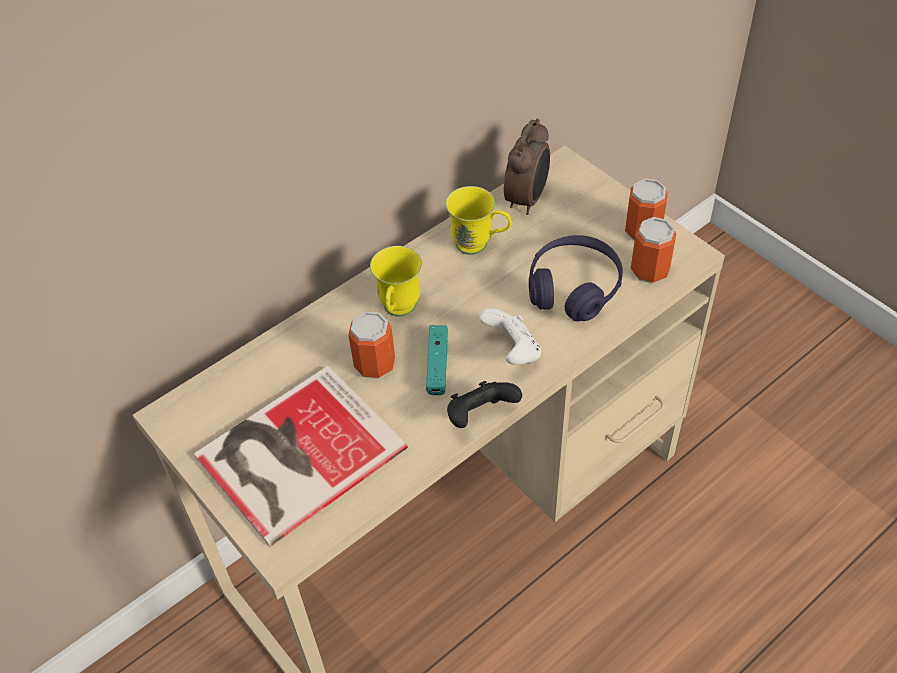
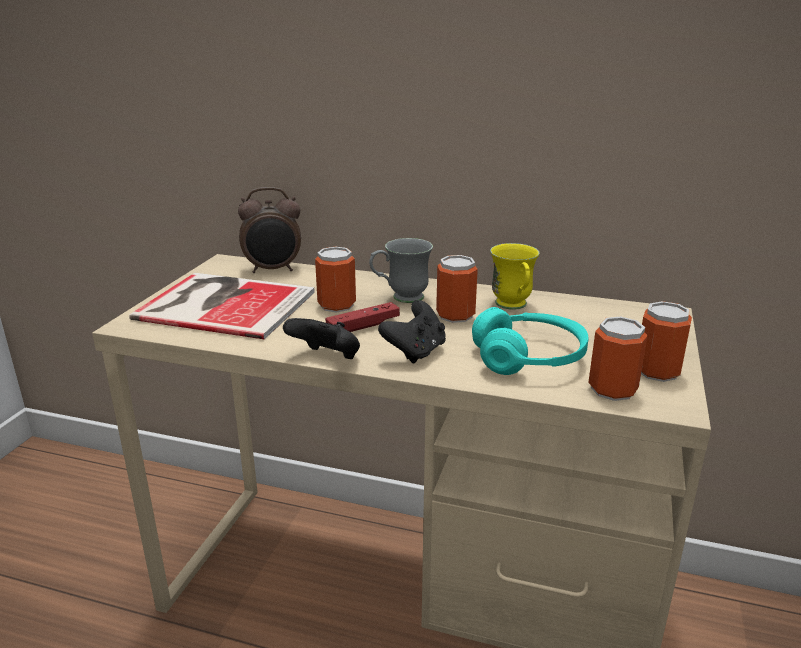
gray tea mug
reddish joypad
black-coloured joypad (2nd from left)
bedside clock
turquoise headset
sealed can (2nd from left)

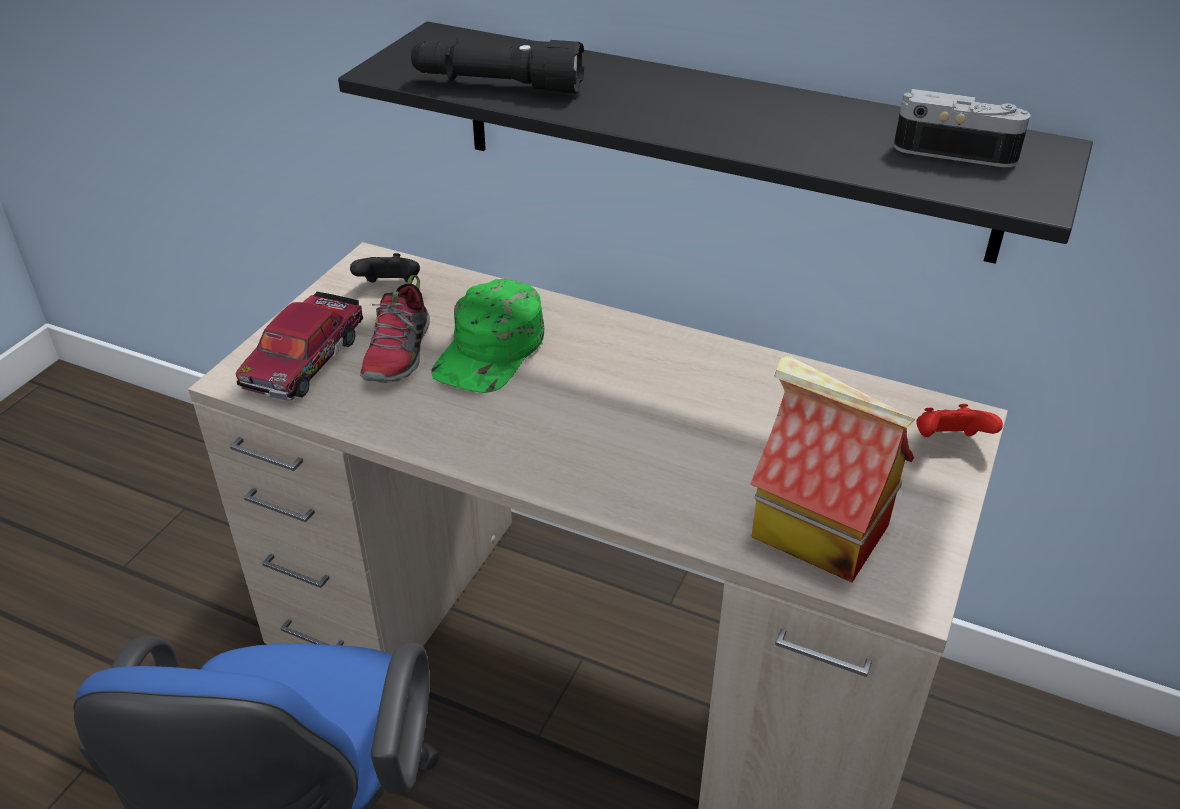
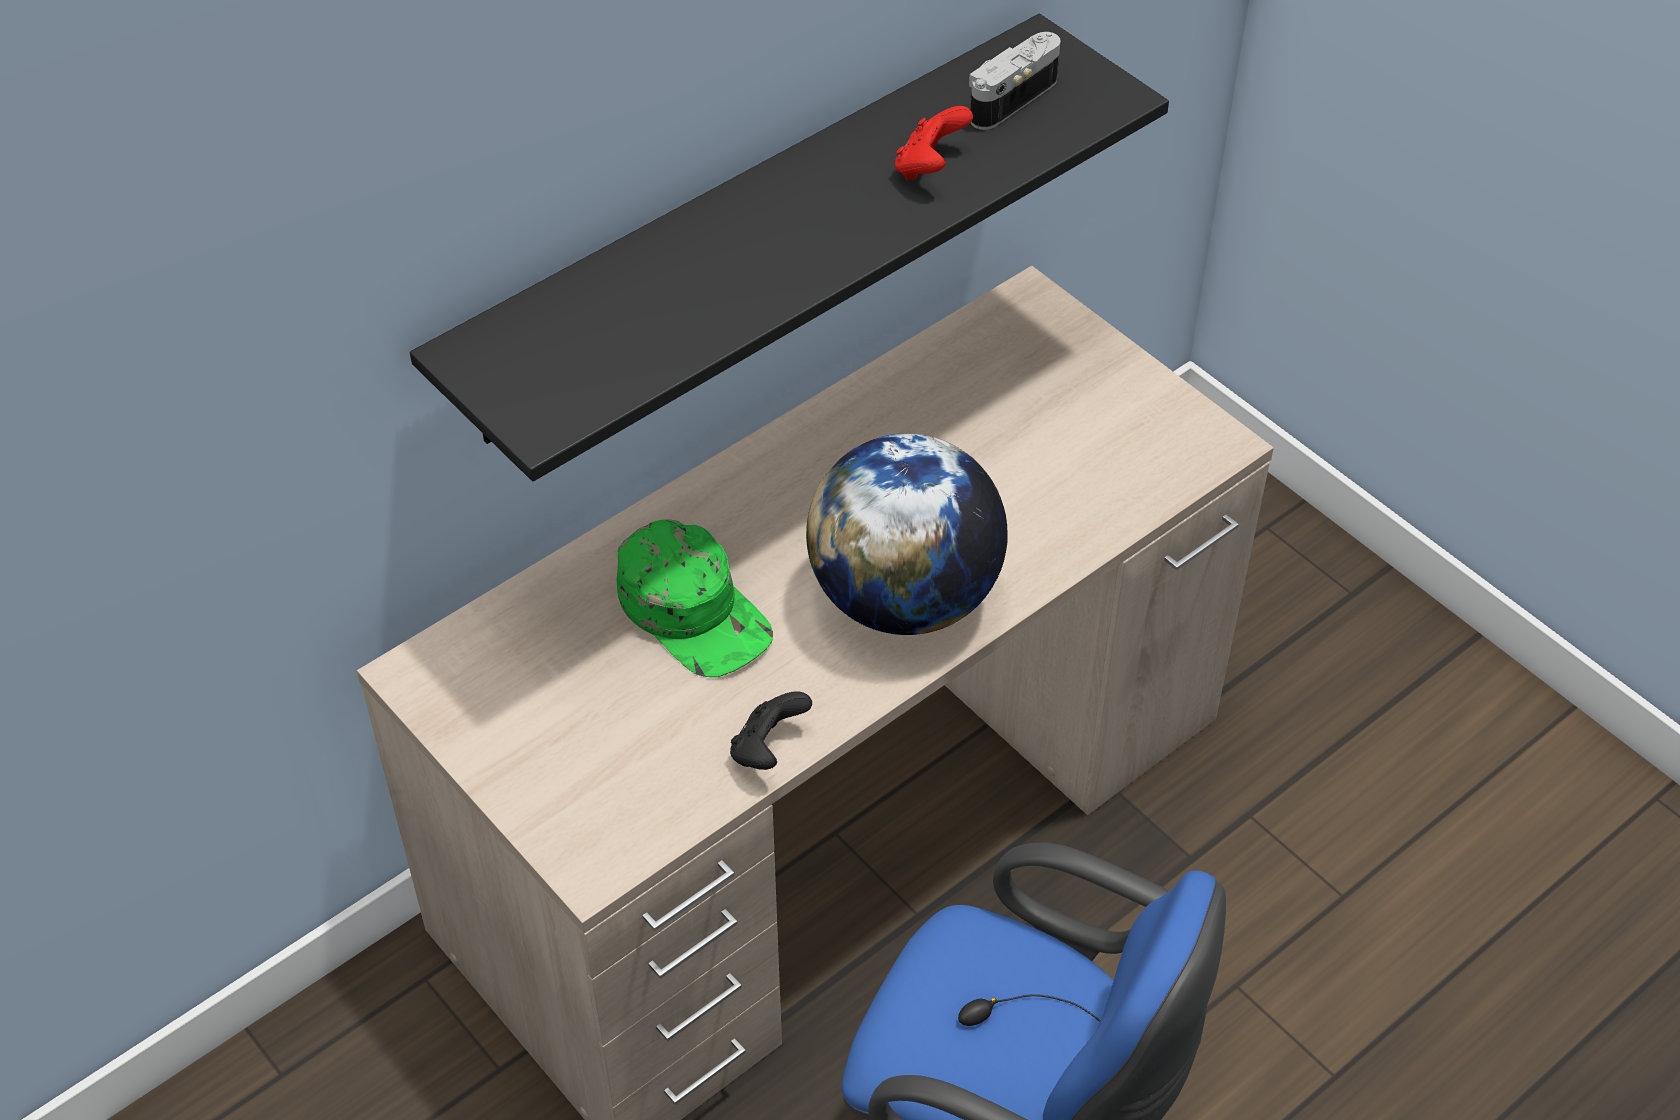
miniature car
black-coloured joypad
item of footwear
black-coloured flashlight
miniature house
reddish joypad
globe

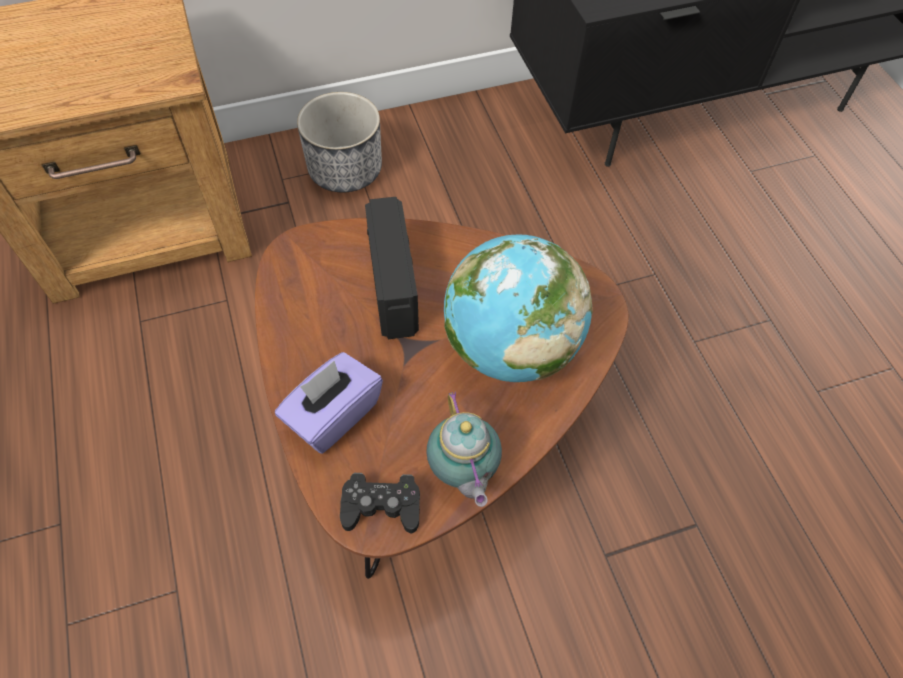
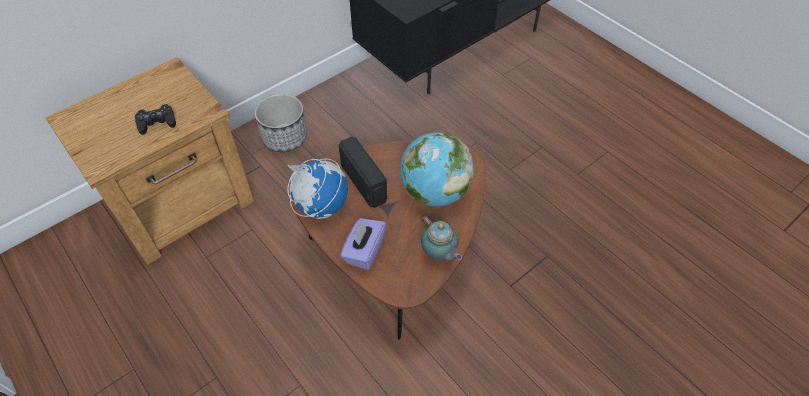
black-coloured joypad
globe (1st from left)

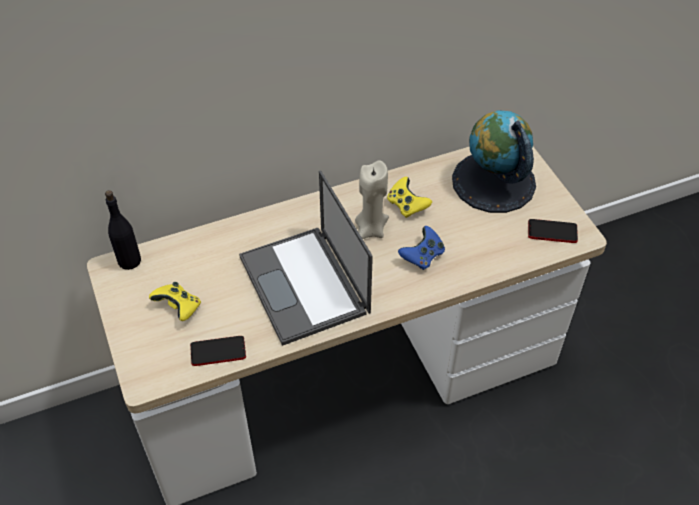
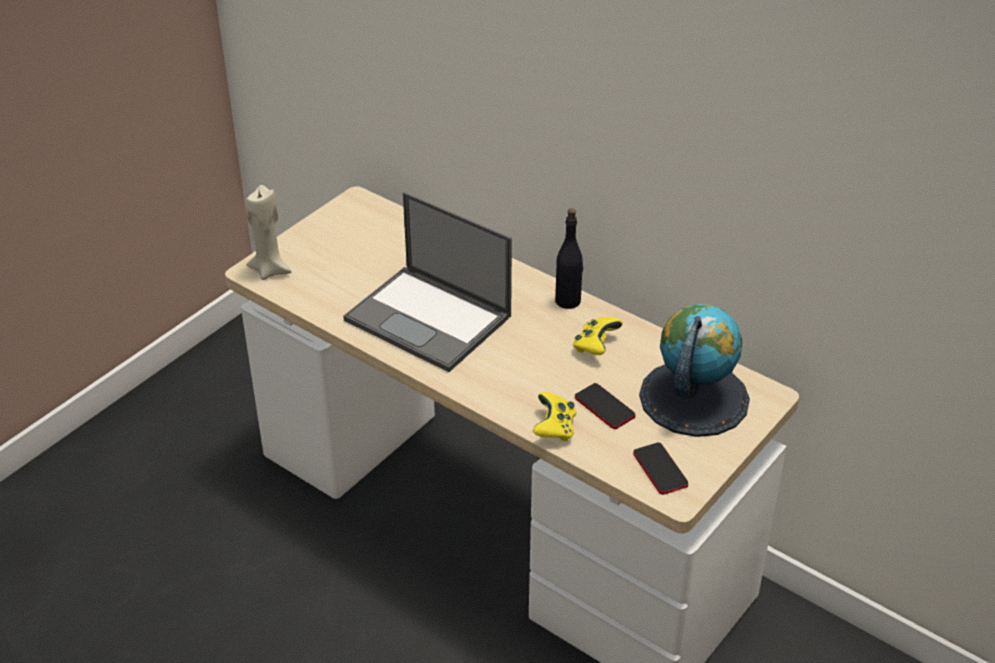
black-coloured bottle
yellow-coloured joypad (1st from left)
phone (1st from left)
portable computer
beige-coloured candle
bluish joypad

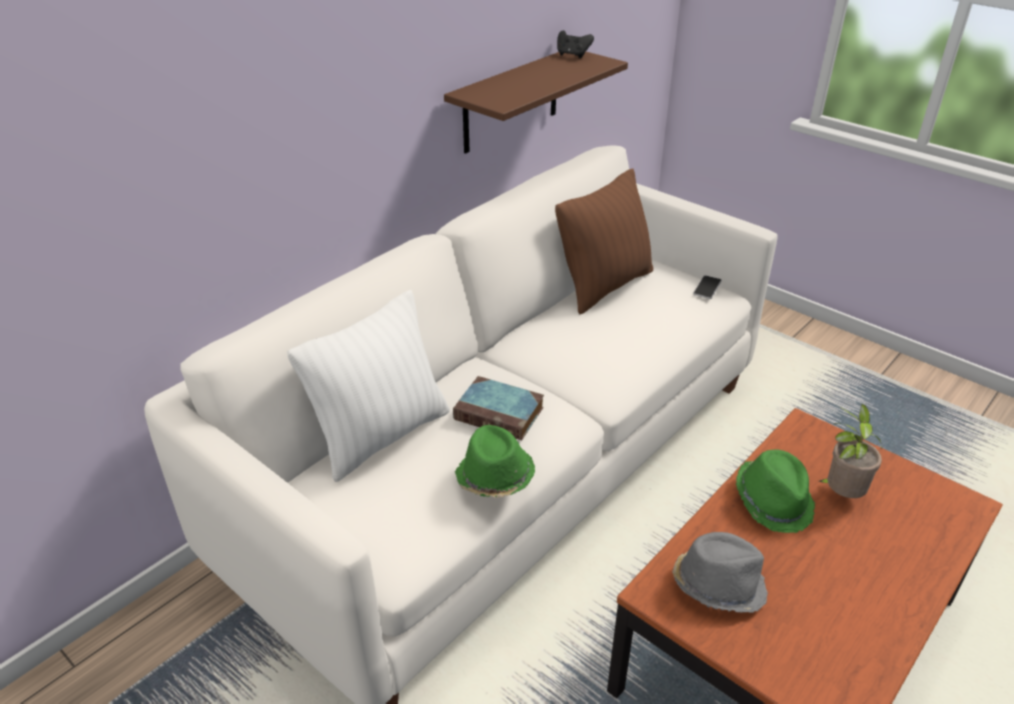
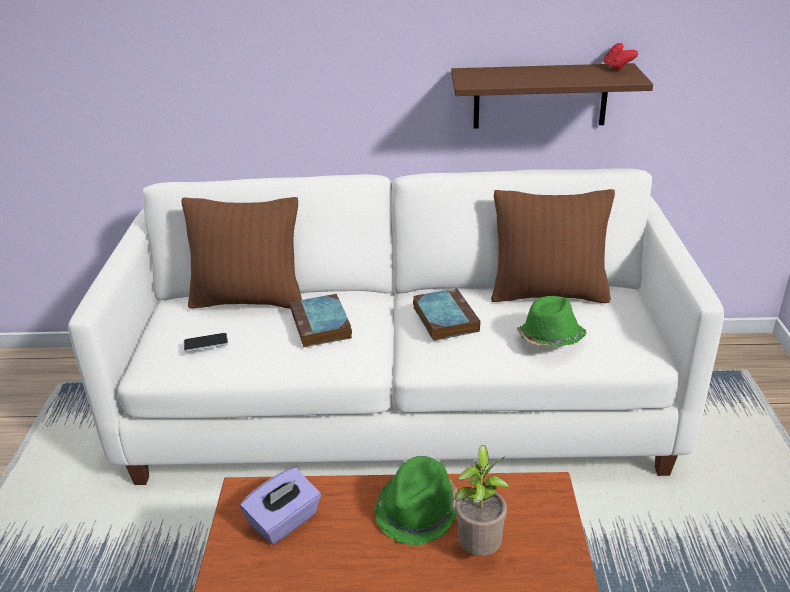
brown-coloured cushion (1st from left)
green-coloured clothing hat (2nd from left)
reddish joypad
purple-coloured tissue holder
phone
volume (2nd from left)

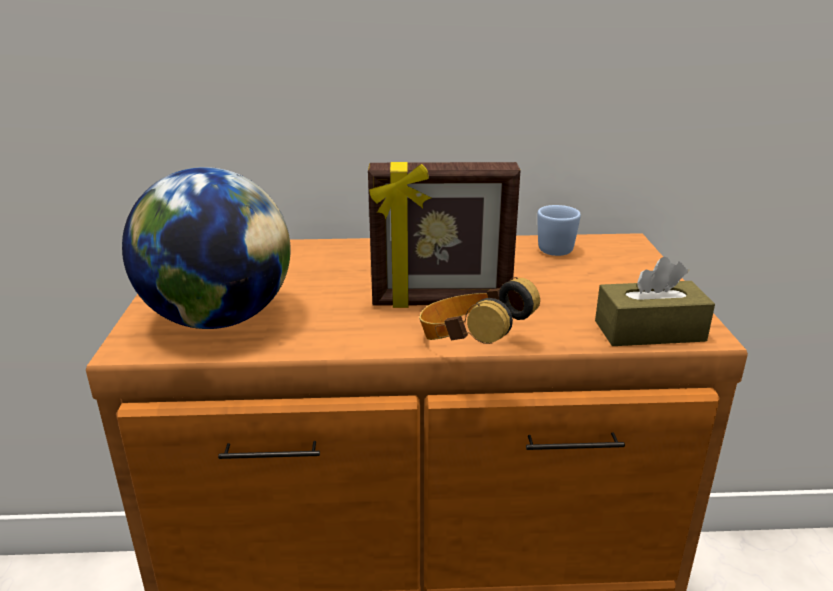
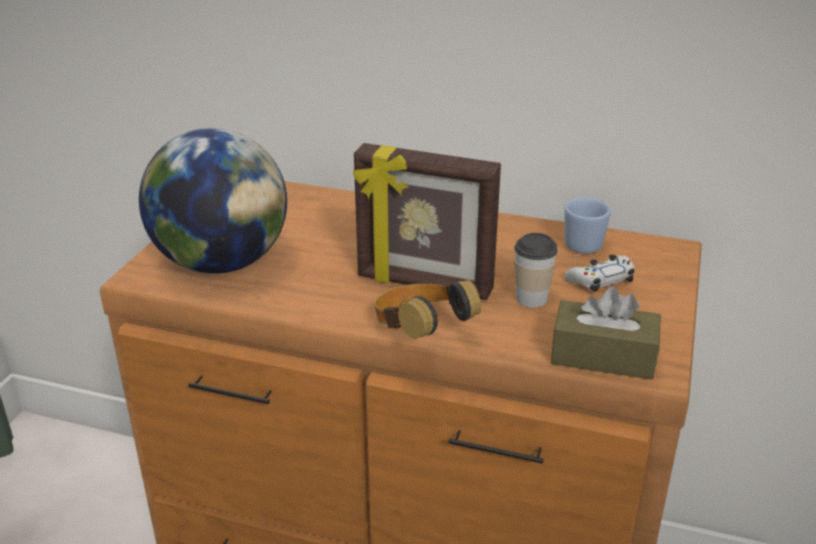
drinking cup
whitish joypad

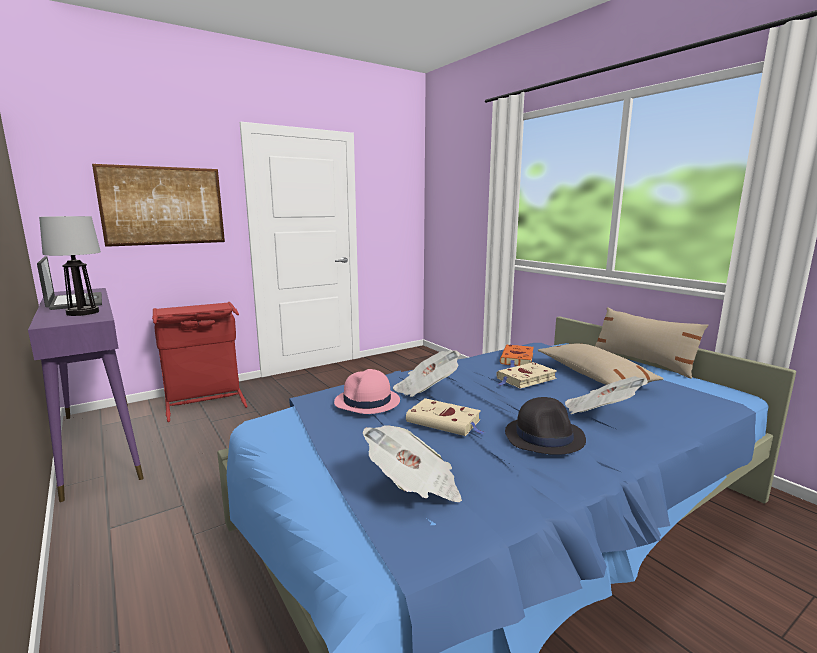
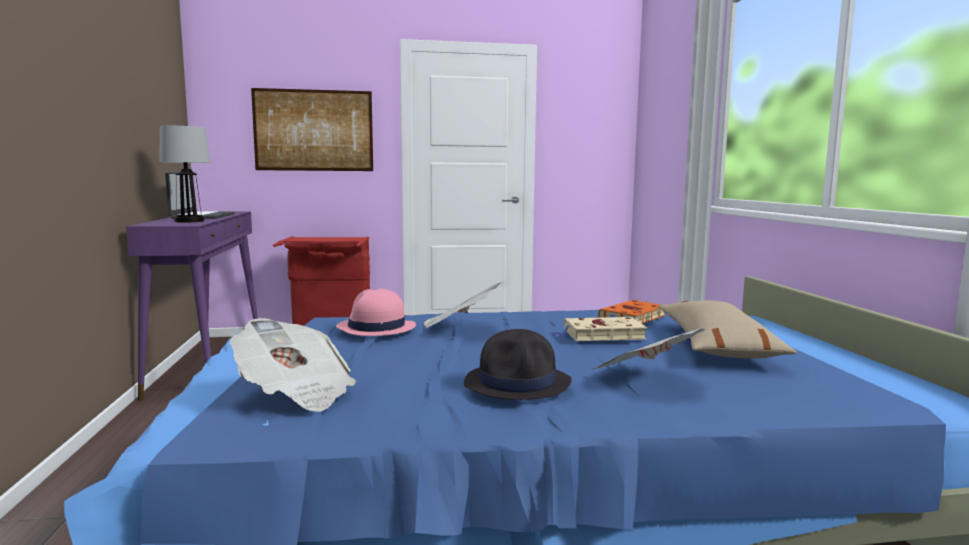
beige-coloured volume (1st from left in the first image)
beige-coloured cushion (2nd from left in the first image)

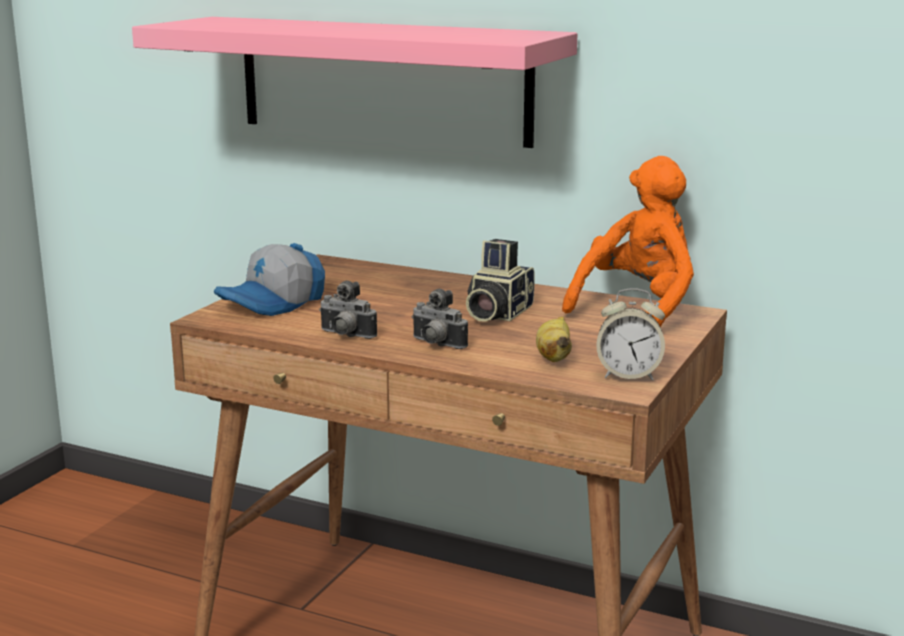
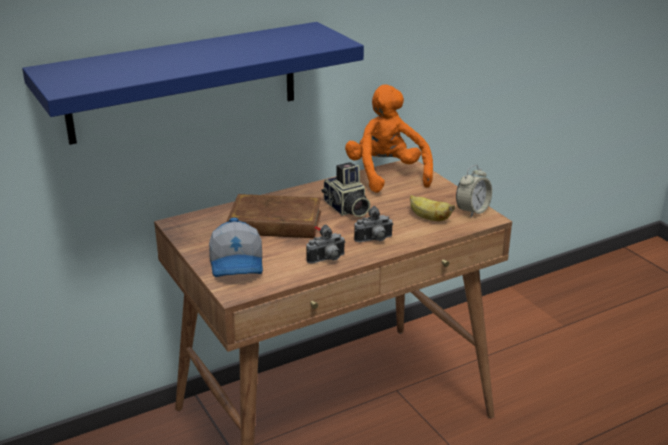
bluish wall shelf
brown-coloured volume

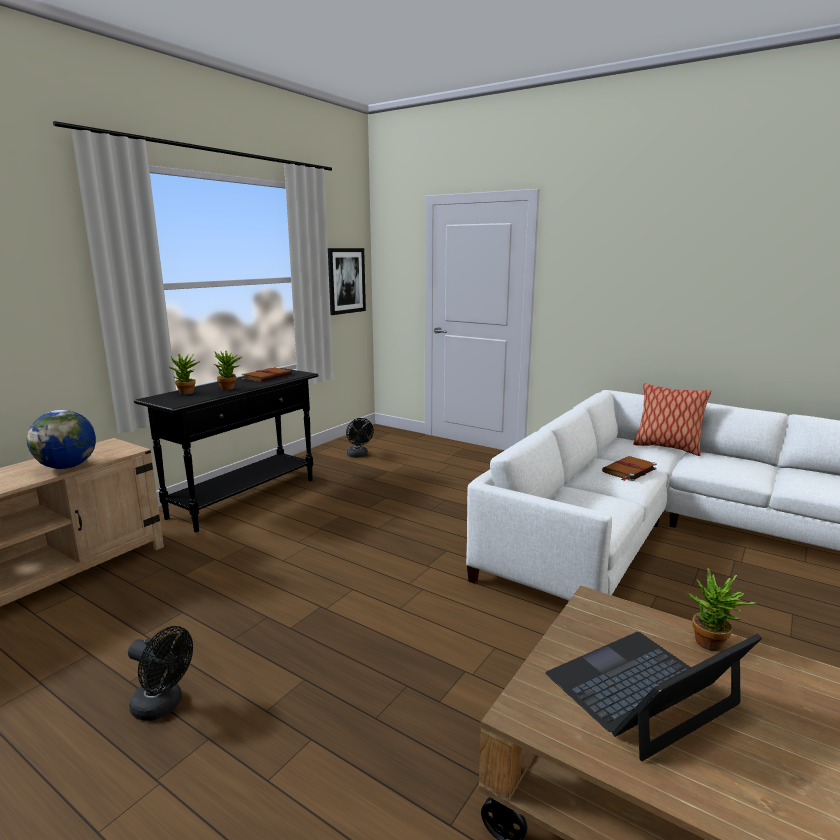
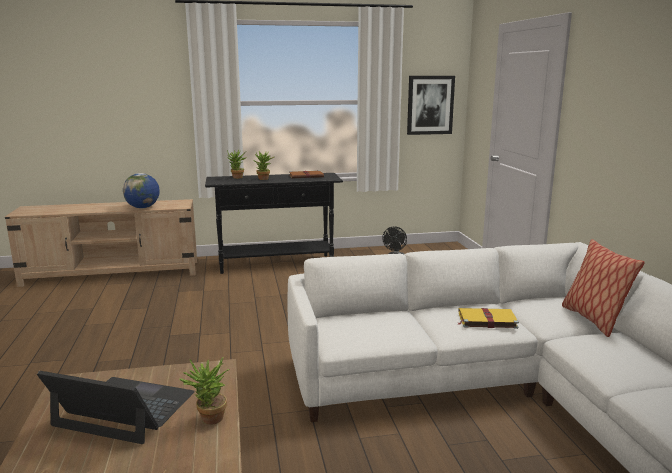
black-coloured fan (1st from left in the first image)
yellow-coloured volume

